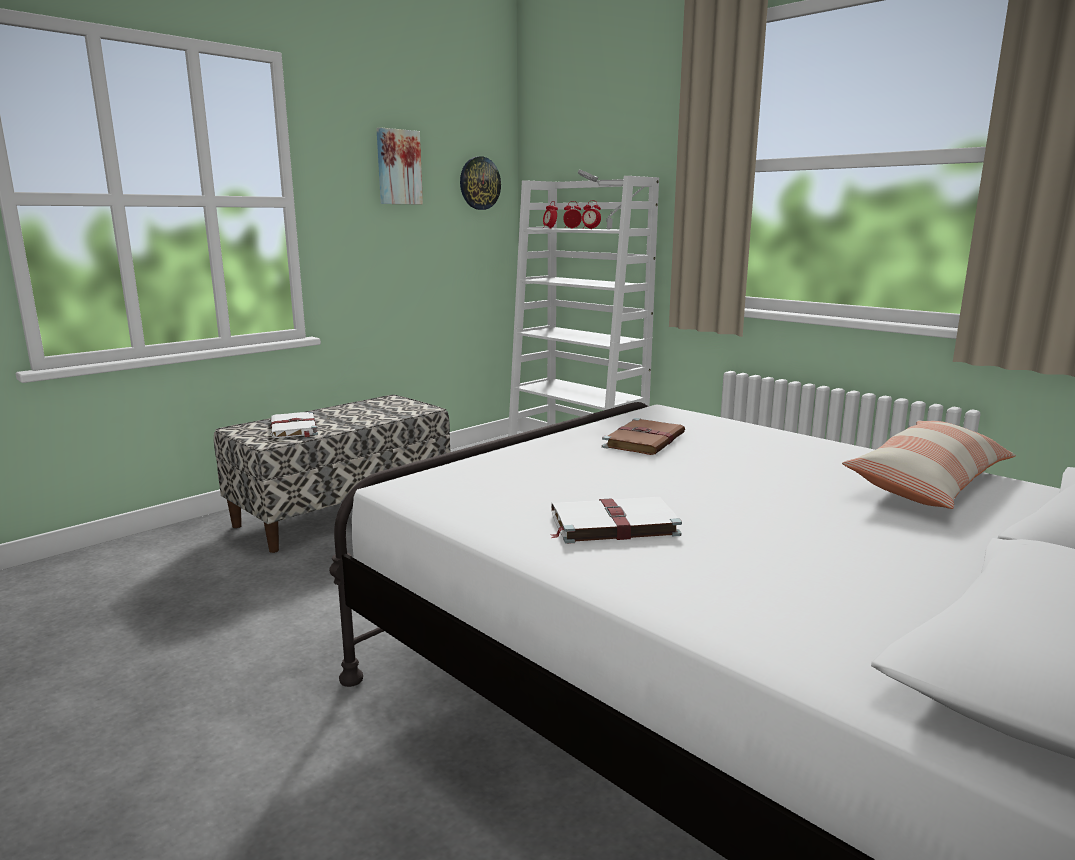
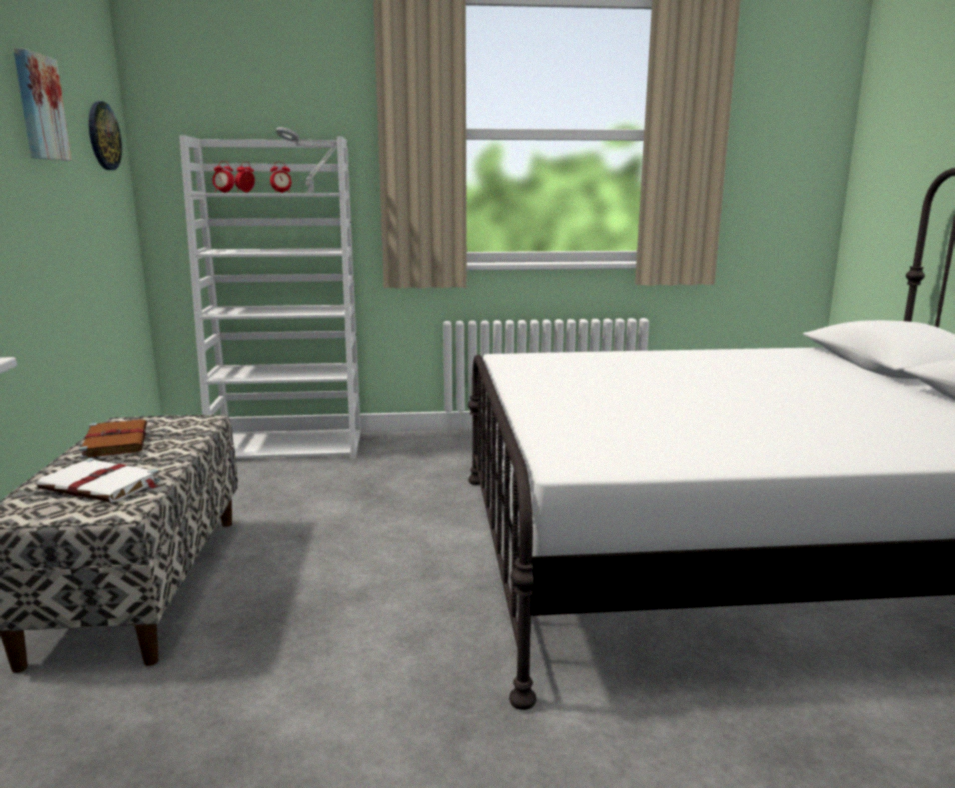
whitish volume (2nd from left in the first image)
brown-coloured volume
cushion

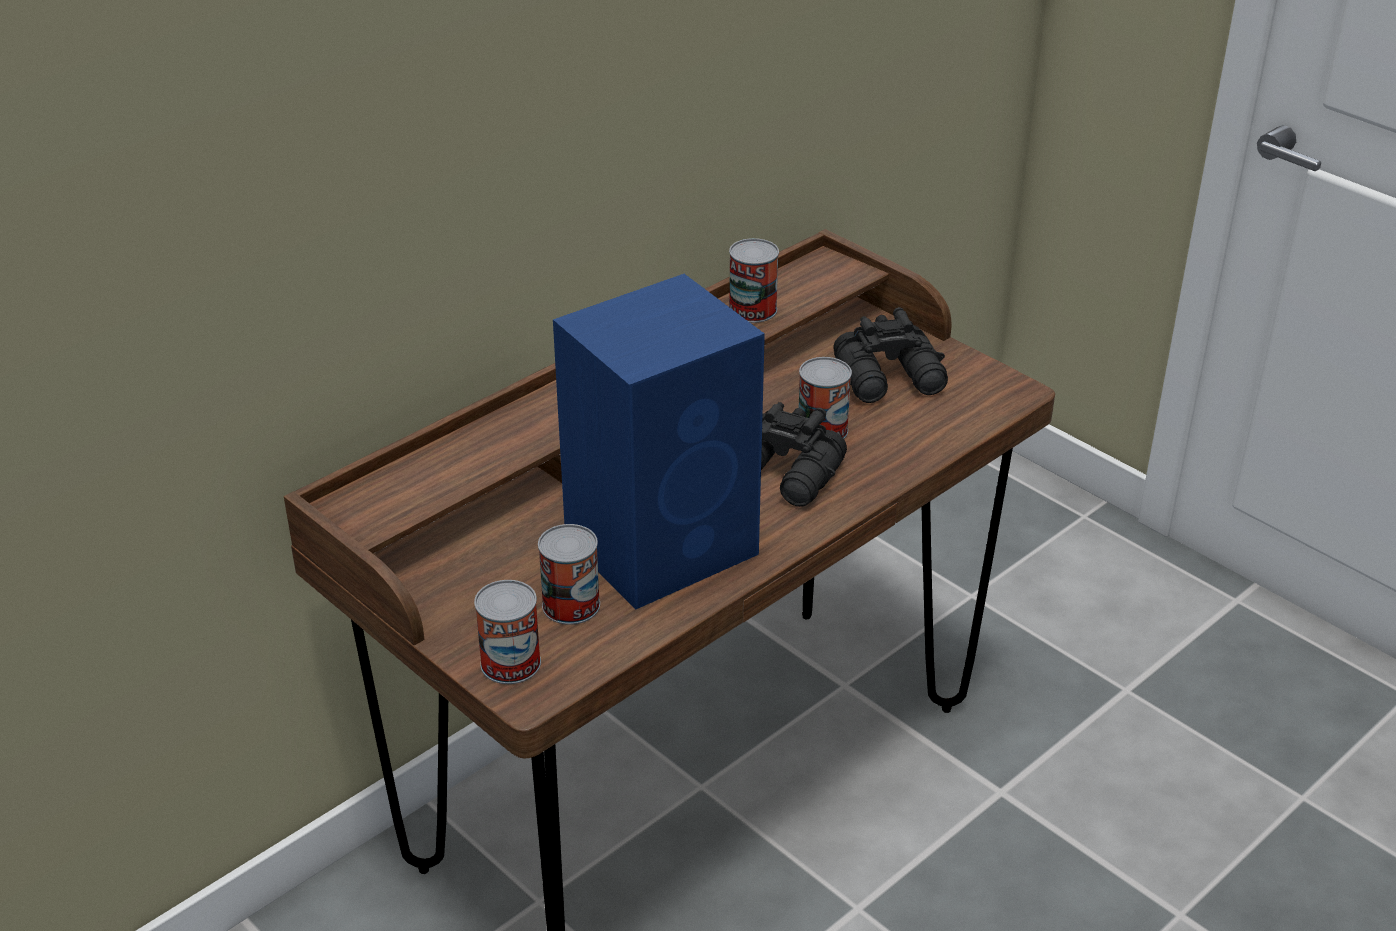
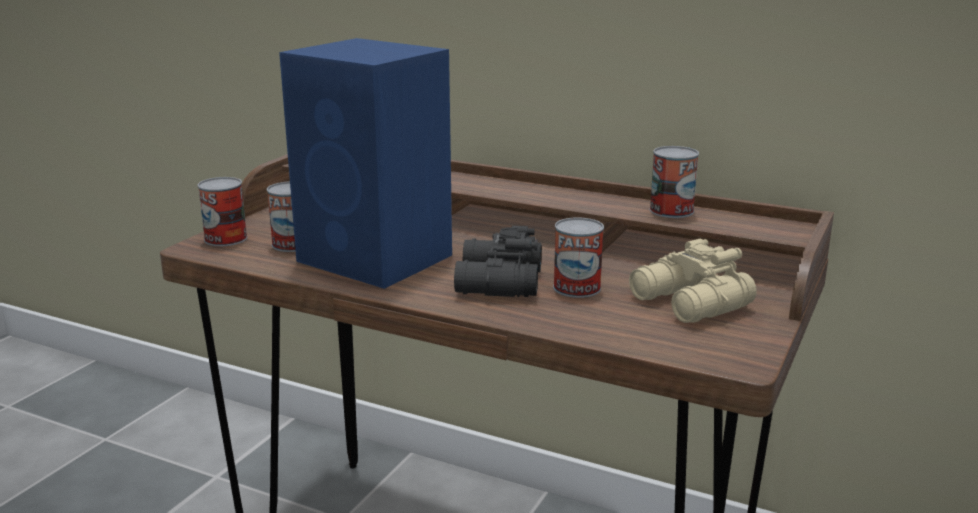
beige-coloured field glasses

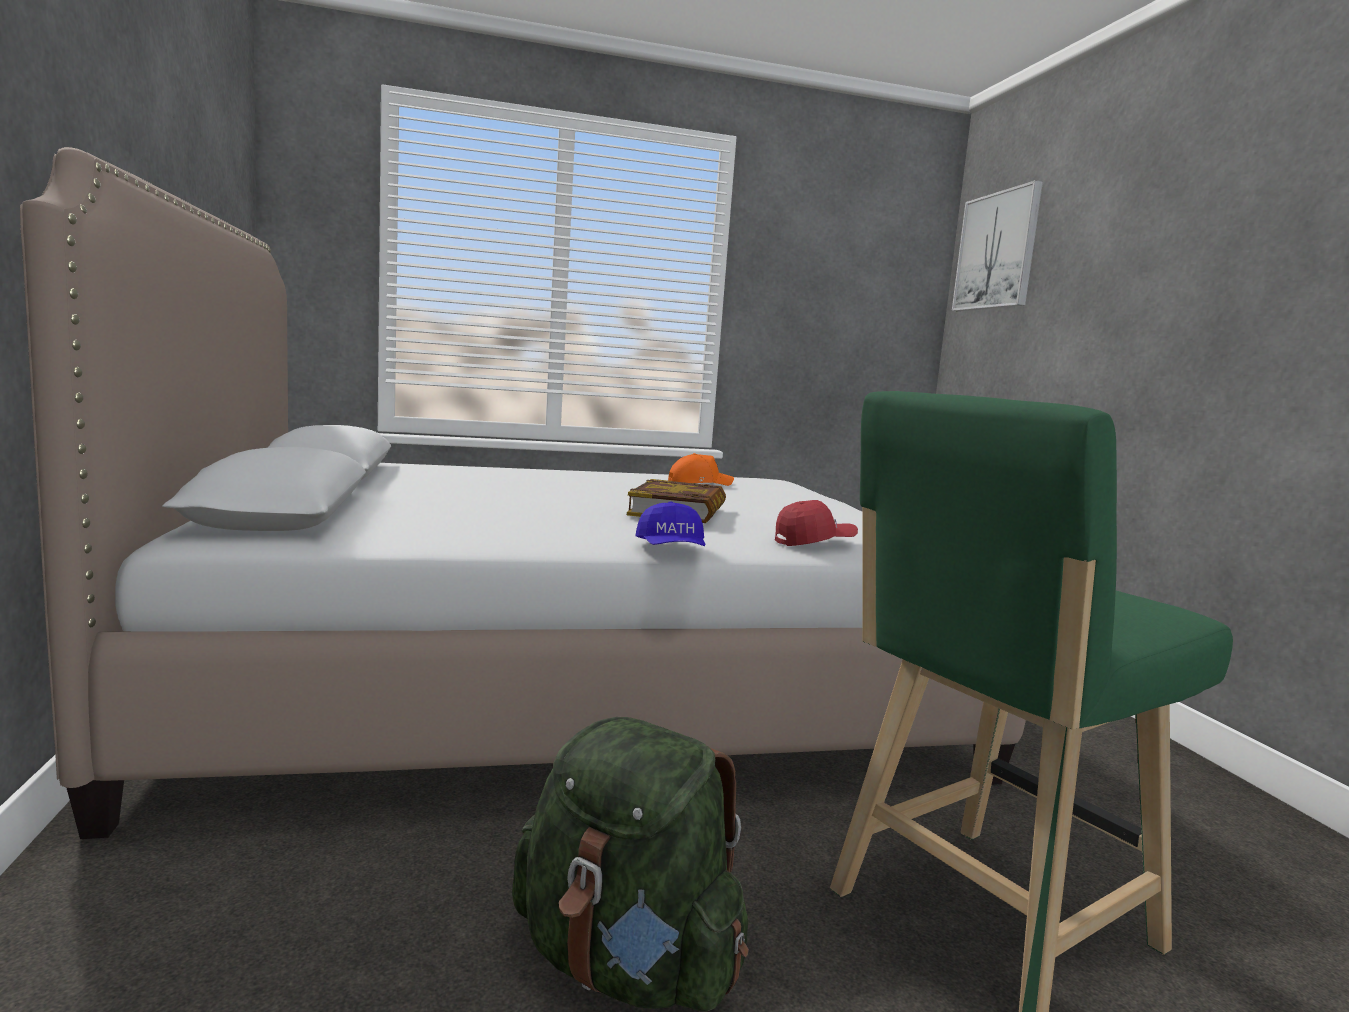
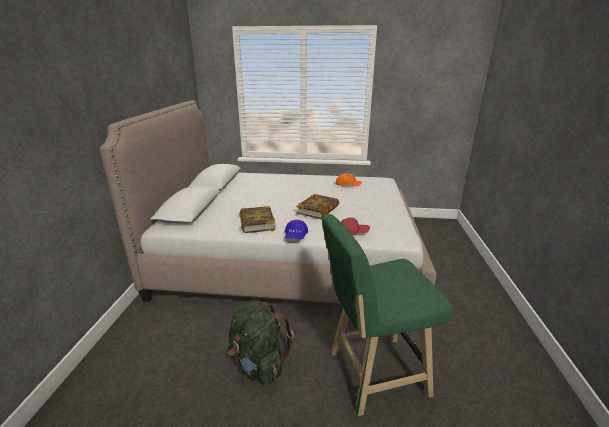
wall art
volume (1st from left)

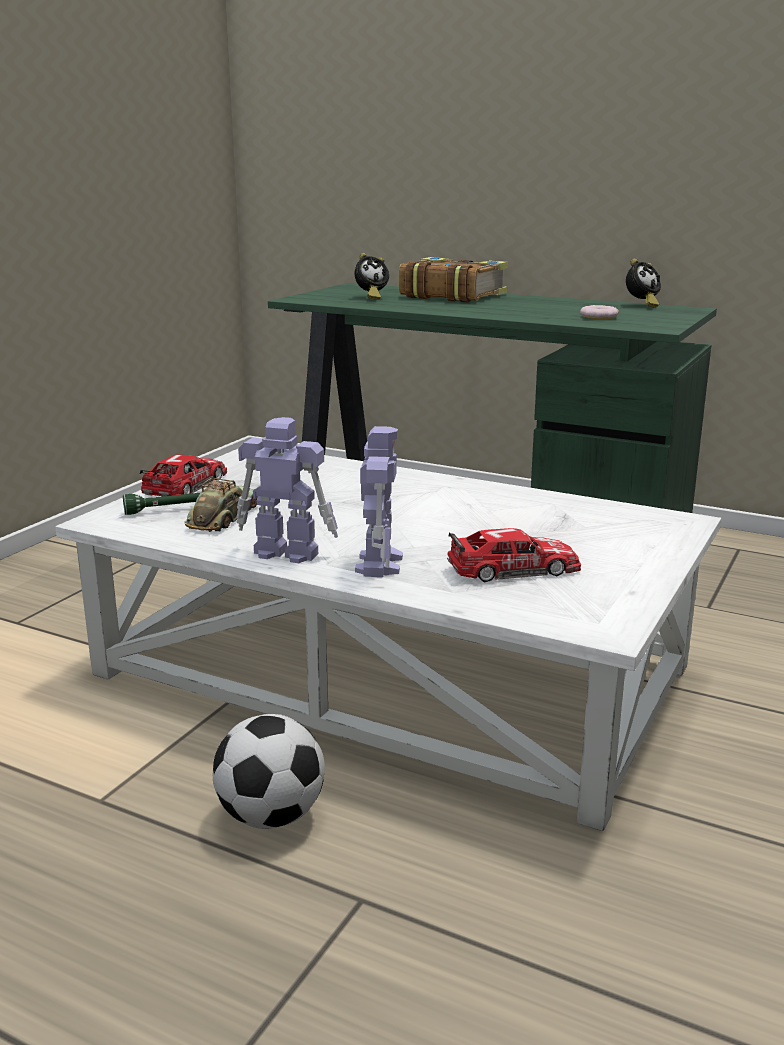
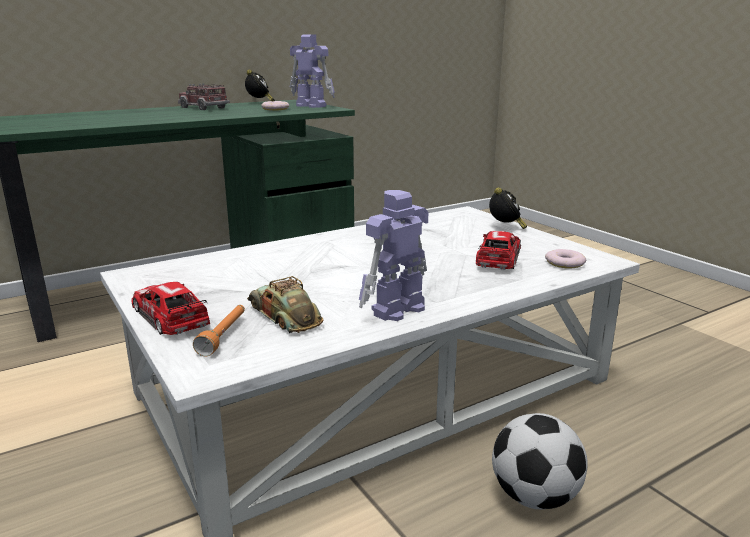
orange-coloured flashlight
bedside clock (2nd from left)
robot figure (1st from left)
volume
toy truck
ring doughnut (2nd from left)

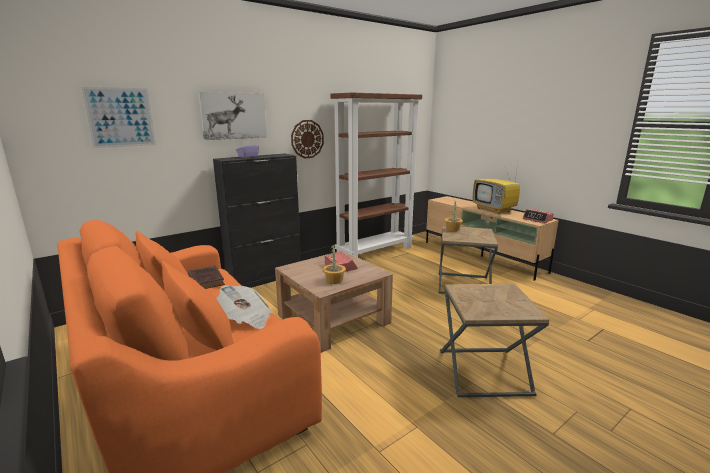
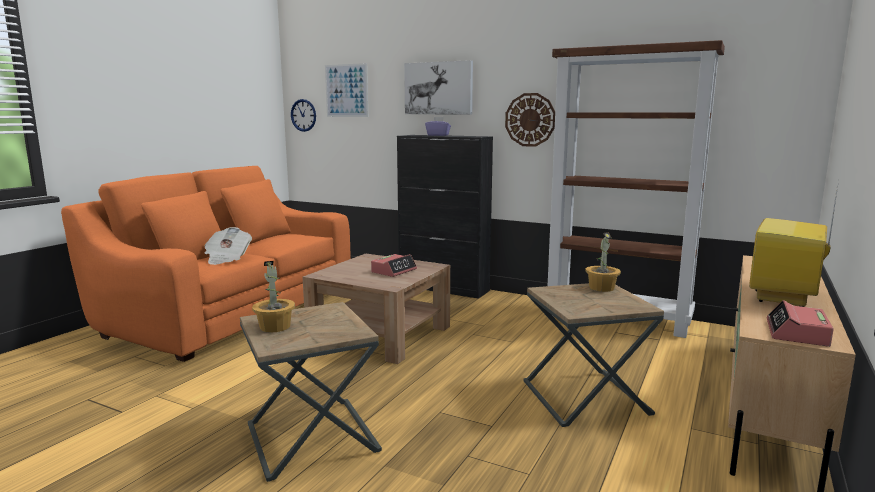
brown-coloured volume
plant in a pot (1st from left)
wall clock (1st from left)

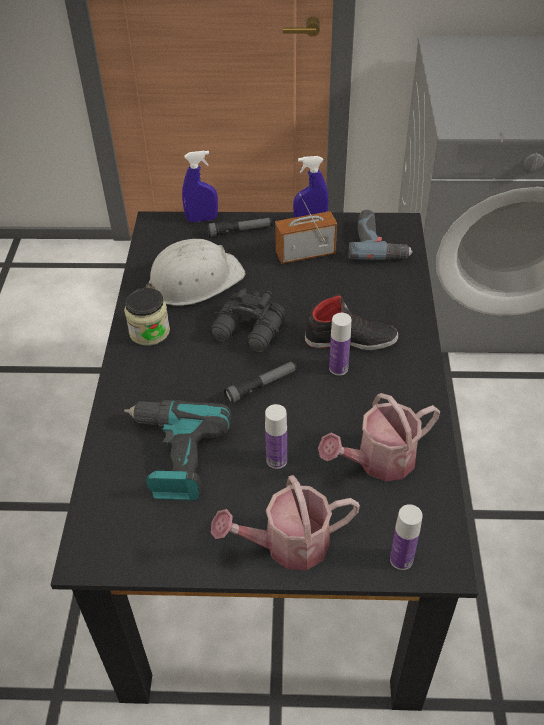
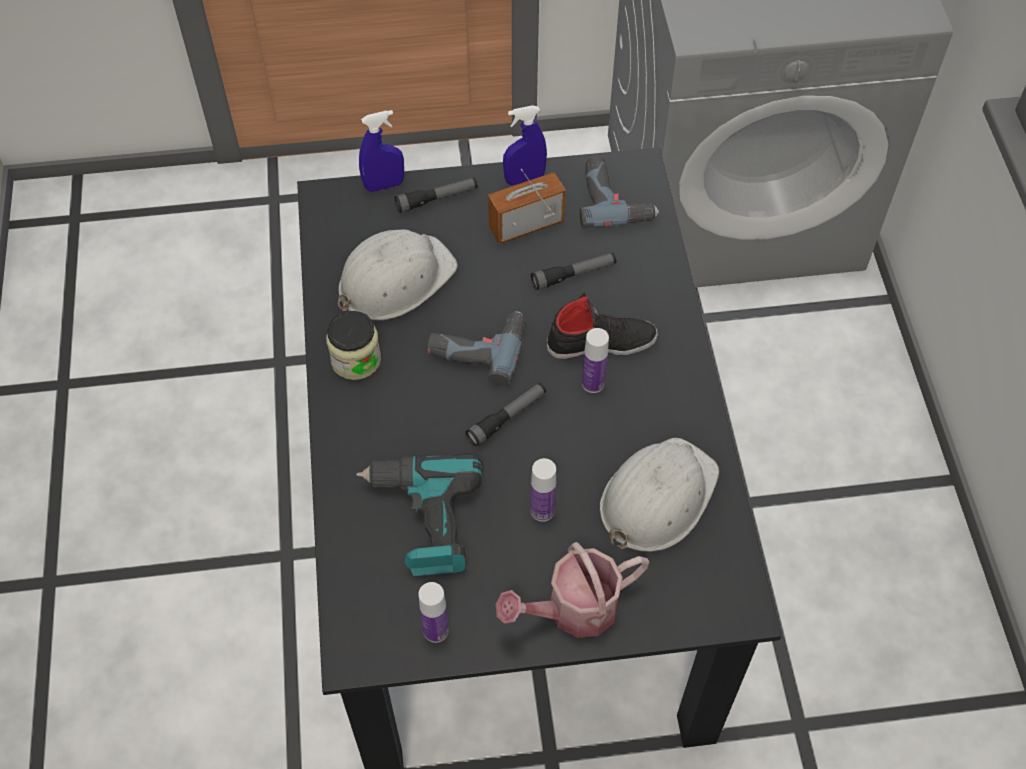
electric drill (2nd from left)
whitish hard hat (2nd from left)
bottle (1st from left)
flashlight (3rd from left)

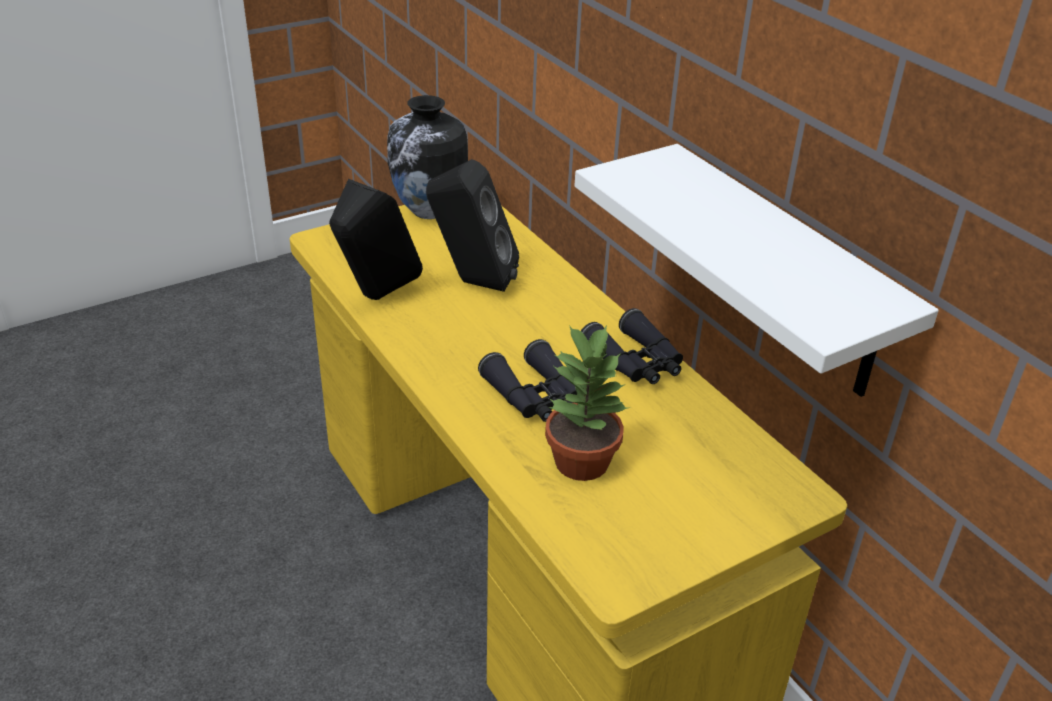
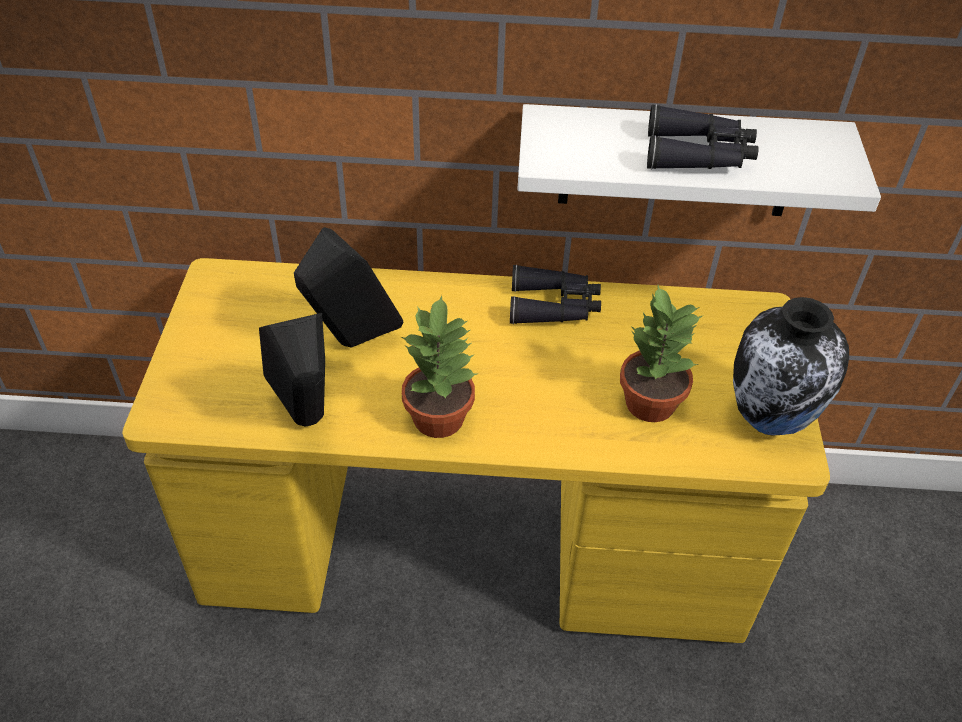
flower vase
black-coloured field glasses (2nd from left)
plant in a pot (1st from left)

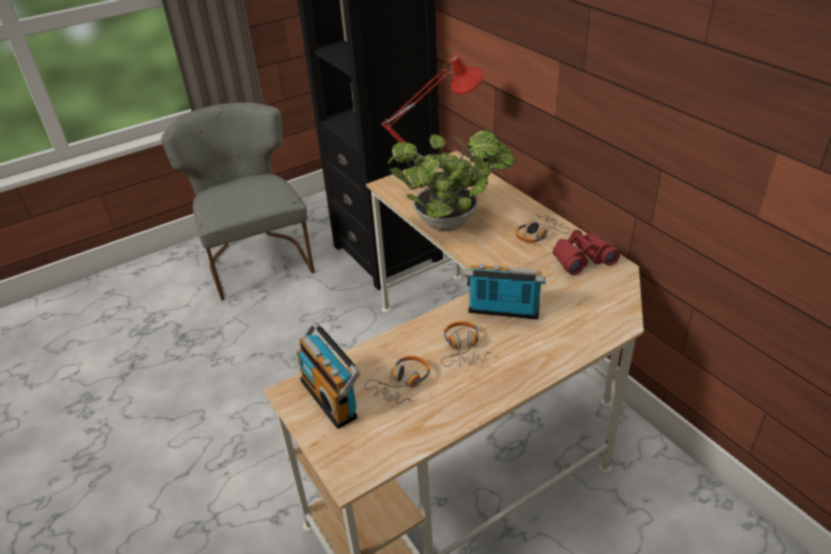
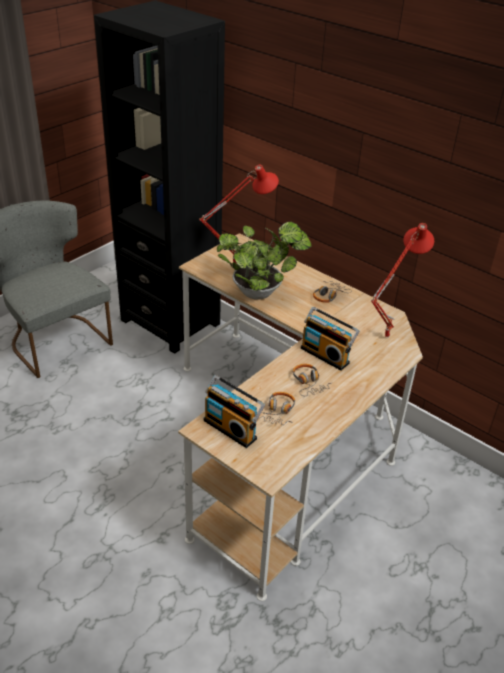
radio (2nd from left)
reddish field glasses
reddish lamp for a table (2nd from left)

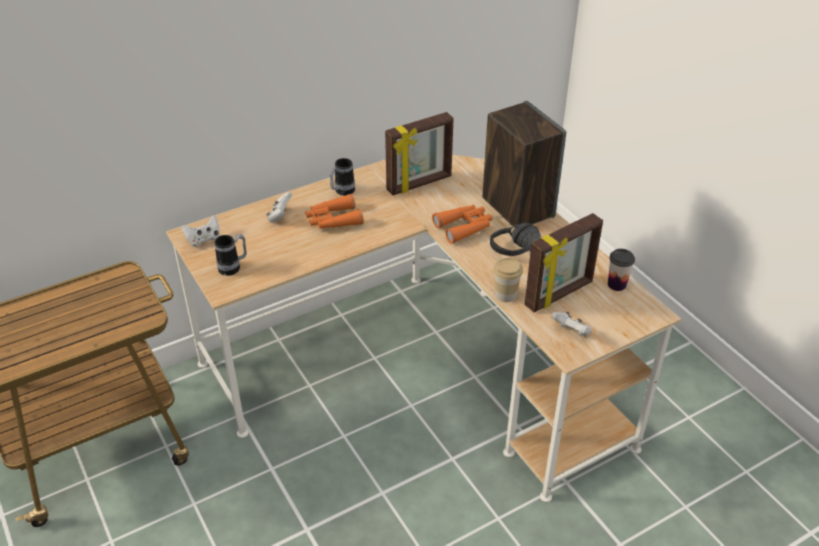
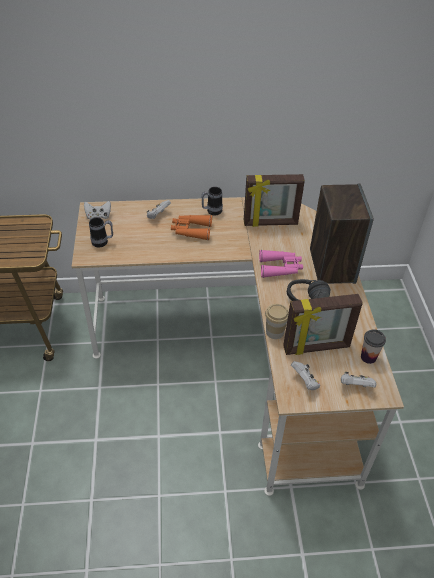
pinkish field glasses
whitish joypad (4th from left)

